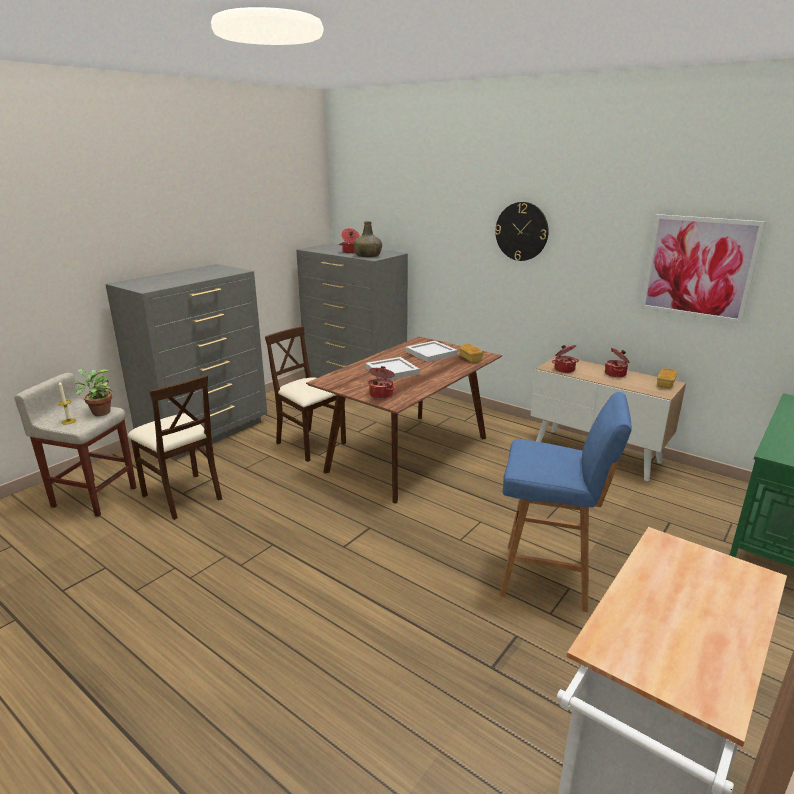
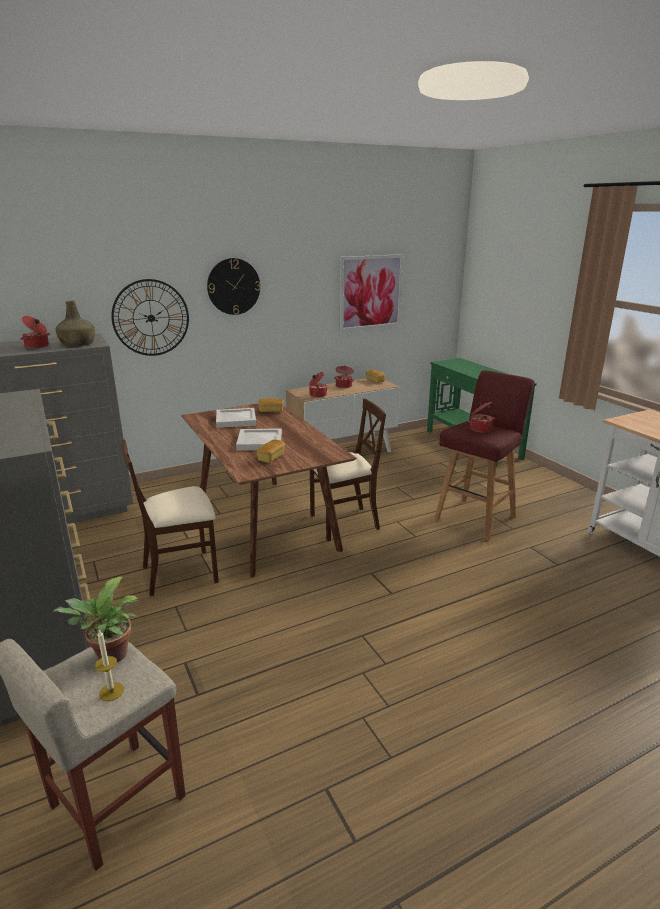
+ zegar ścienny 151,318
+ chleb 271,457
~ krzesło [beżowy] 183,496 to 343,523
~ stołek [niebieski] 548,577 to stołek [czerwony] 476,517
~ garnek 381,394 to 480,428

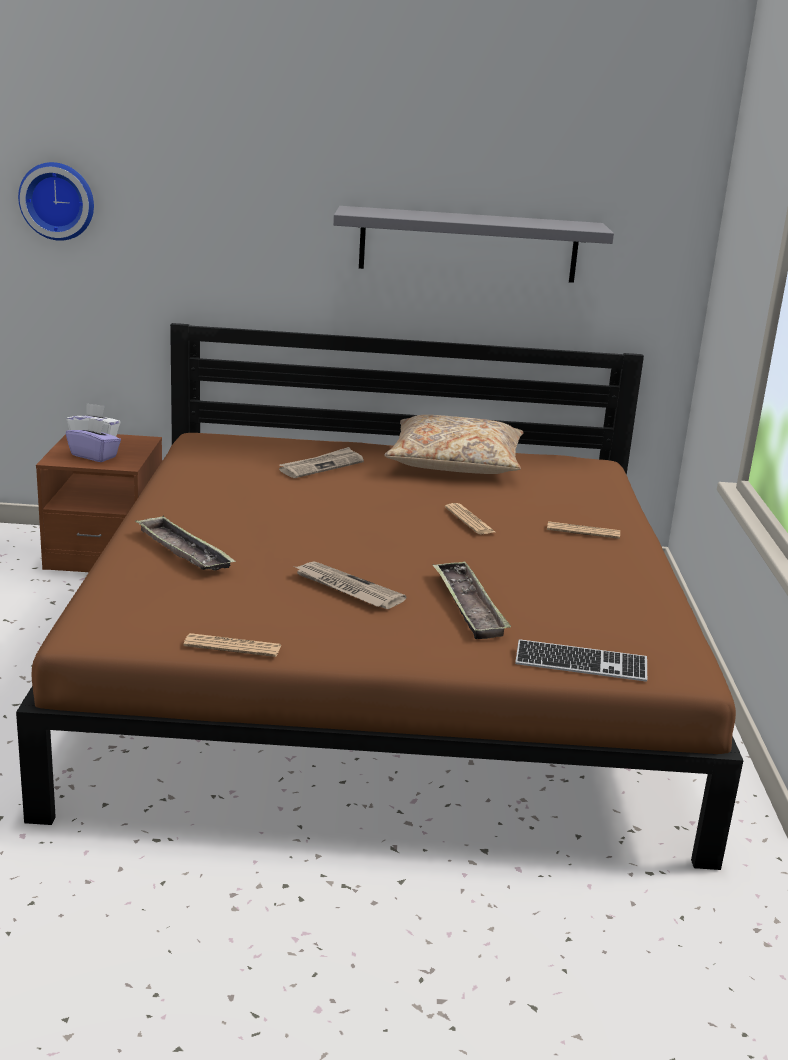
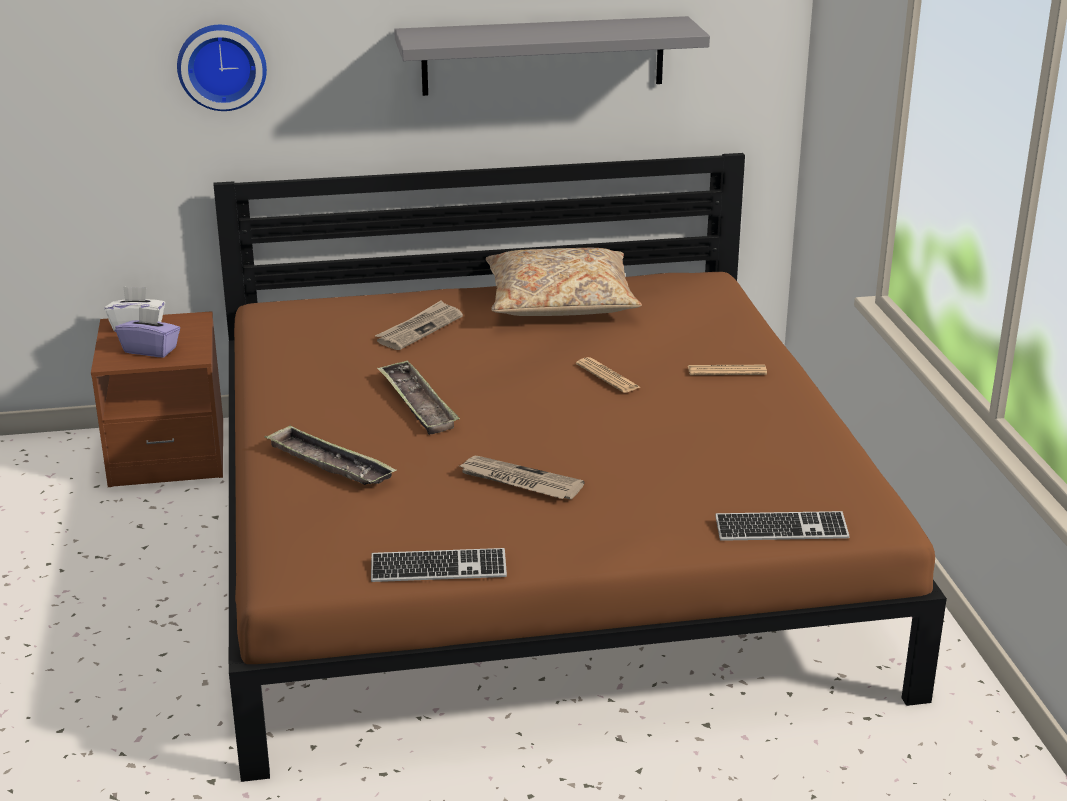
~ zegar ścienny 58,201 to 222,66
~ gazeta 232,646 to klawiatura 438,569
~ taca 468,606 to 417,403

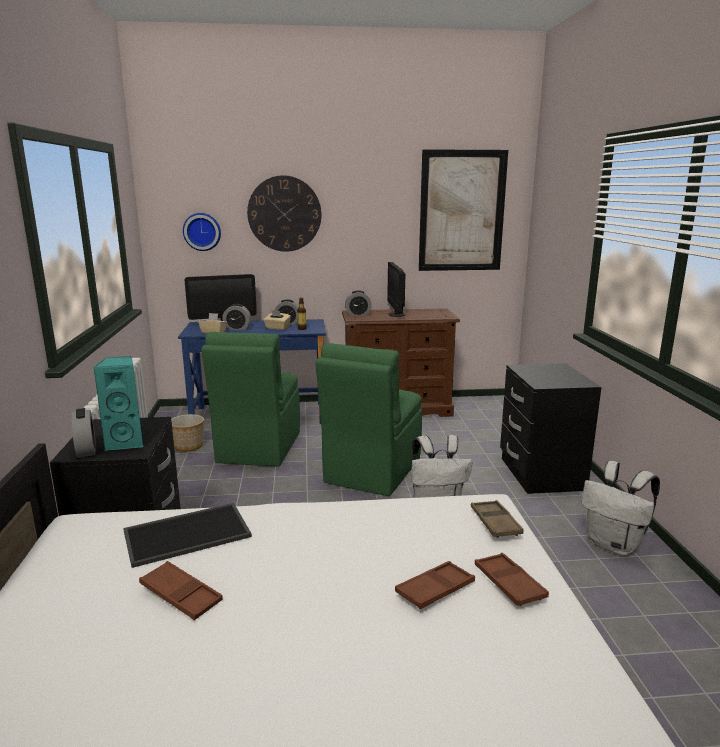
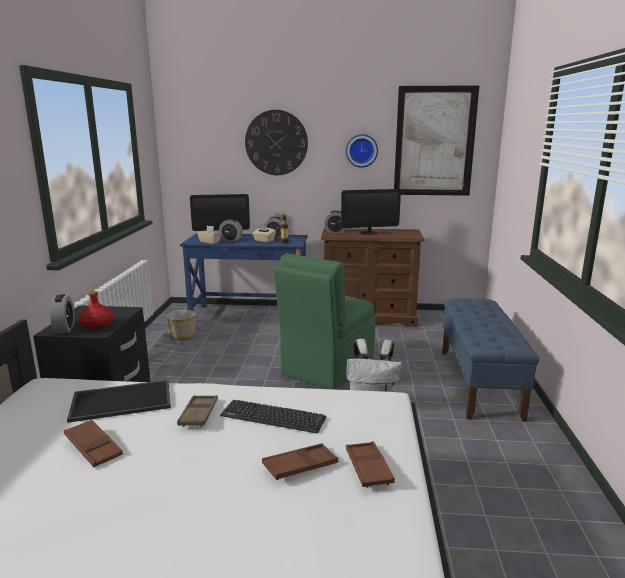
~ głośnik [turkusowy] 127,442 to butelka [czerwony] 97,325
~ taca [brązowy] 495,523 to 198,414
+ klawiatura 273,417
~ monitor 396,314 = 369,233 105 degrees counterclockwise
~ zegar ścienny 202,231 to 361,150
~ szafka nocna [czarny] 540,474 to ławka [niebieski] 479,383
- krzesło [zielony] 258,448
- plecak [biały] 614,545

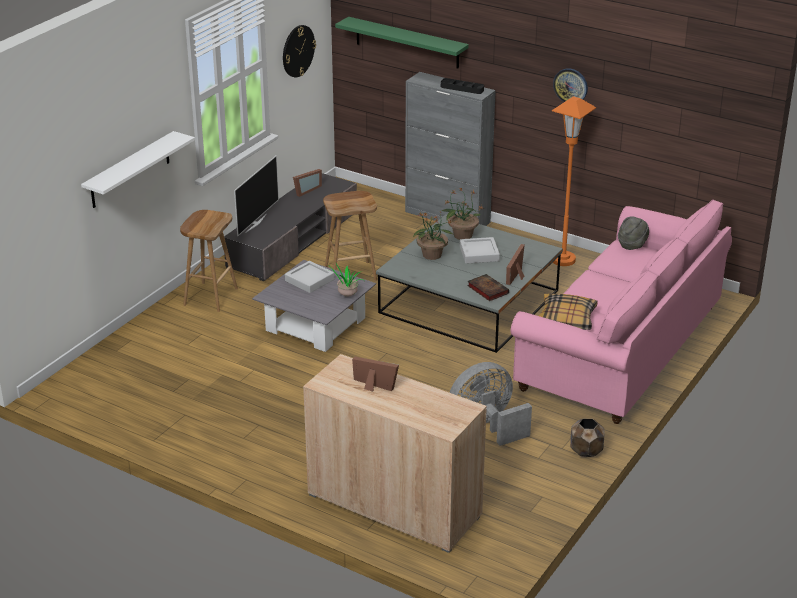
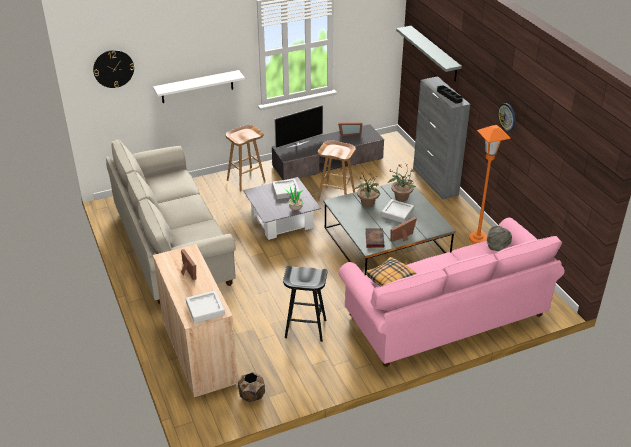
~ zegar ścienny 298,51 to 113,68
+ kanapa [beżowy] 173,246
+ taca [szary] 205,309
~ donica [brązowy] 585,452 to 251,396
~ wentylator [szary] 486,426 to stołek [czarny] 305,329
~ półka [zielony] 407,43 to półka [szary] 434,53

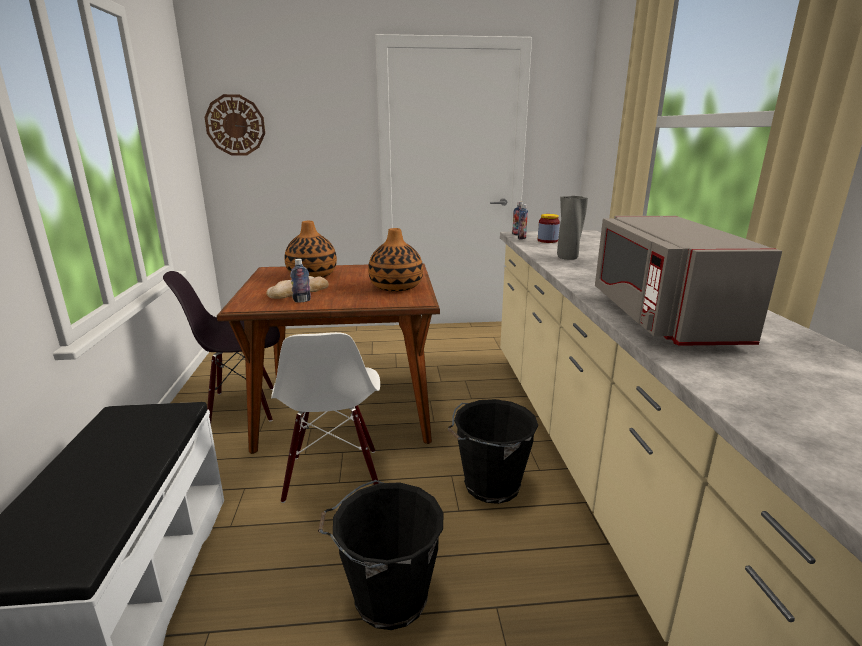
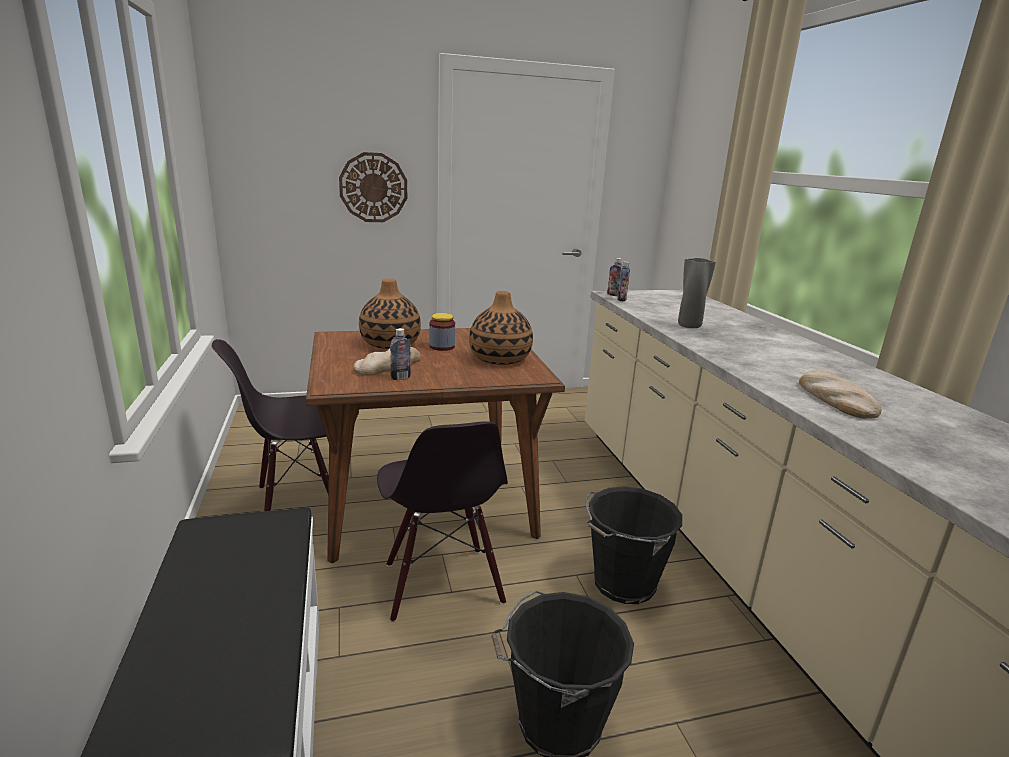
~ zegar ścienny 235,125 to 373,187
~ krzesło [biały] 333,475 to krzesło [czarny] 442,584
~ słoik 547,241 to 442,347
~ mikrofalówka [szary] 661,317 to chleb 834,399

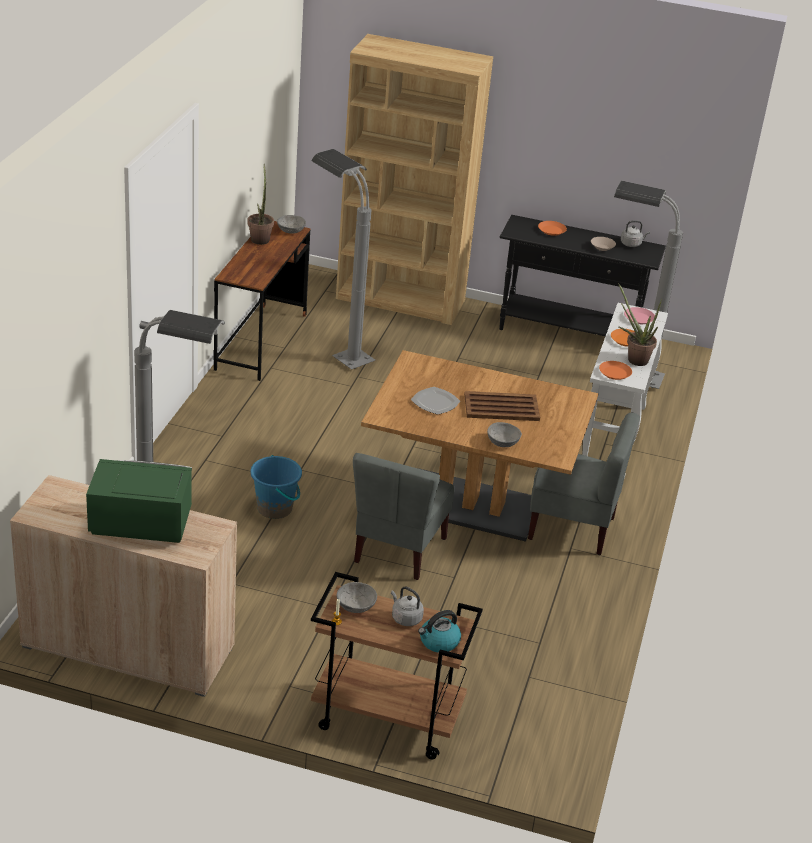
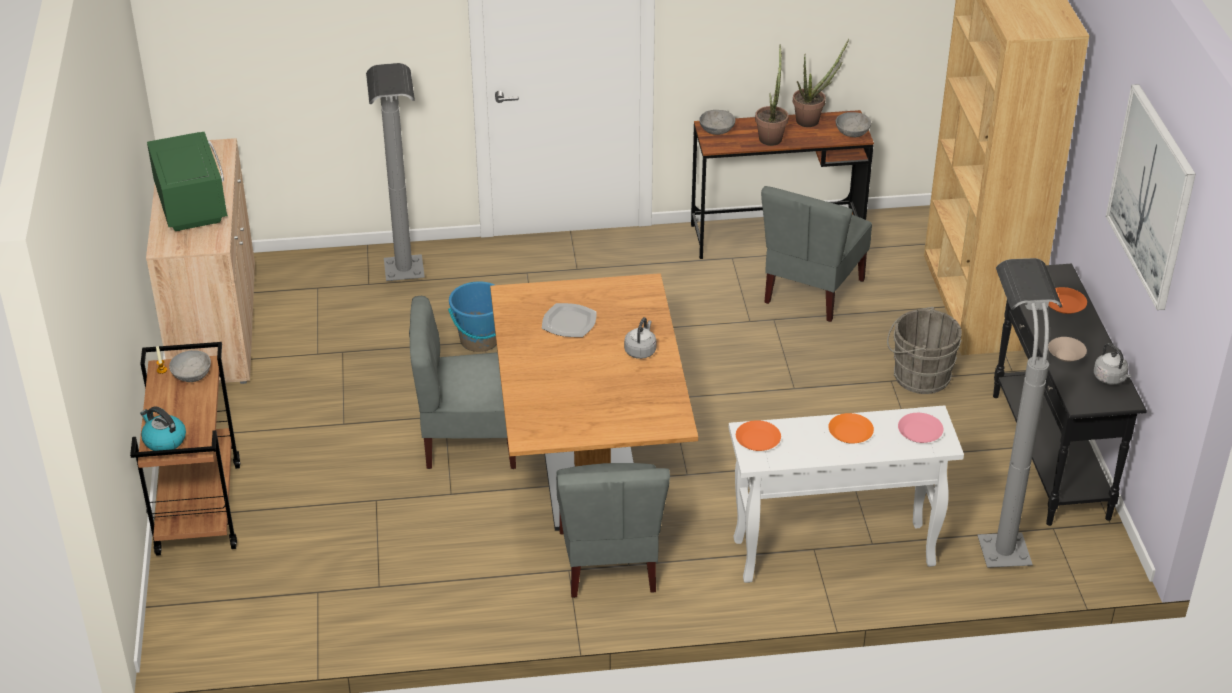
~ czajnik [szary] 405,618 to 641,350
~ miska [szary] 502,442 to 716,130
~ roślina doniczkowa 633,359 to 771,136
~ lampa stojąca [szary] 338,351 to krzesło [szary] 812,291
+ wiadro [szary] 918,376
+ obraz 1151,196
- taca [brązowy] 500,407

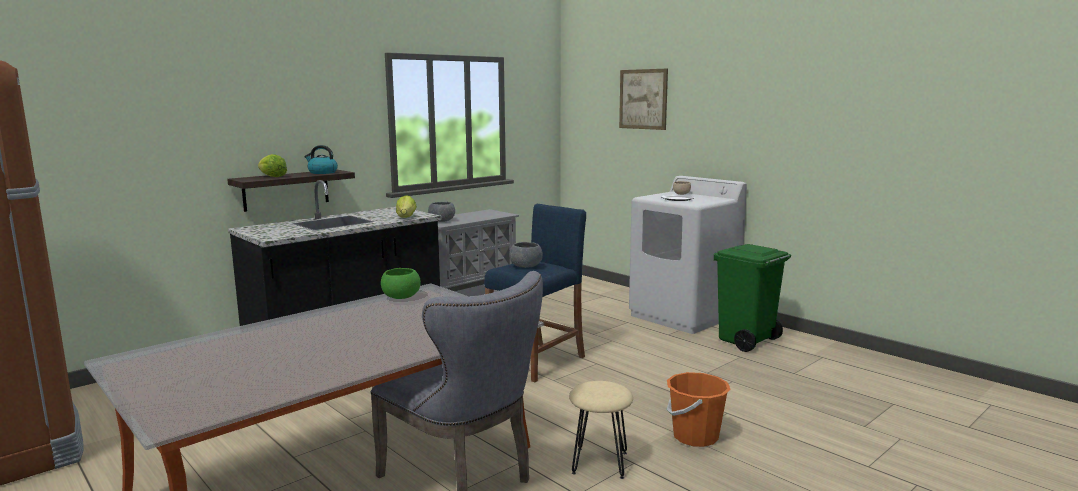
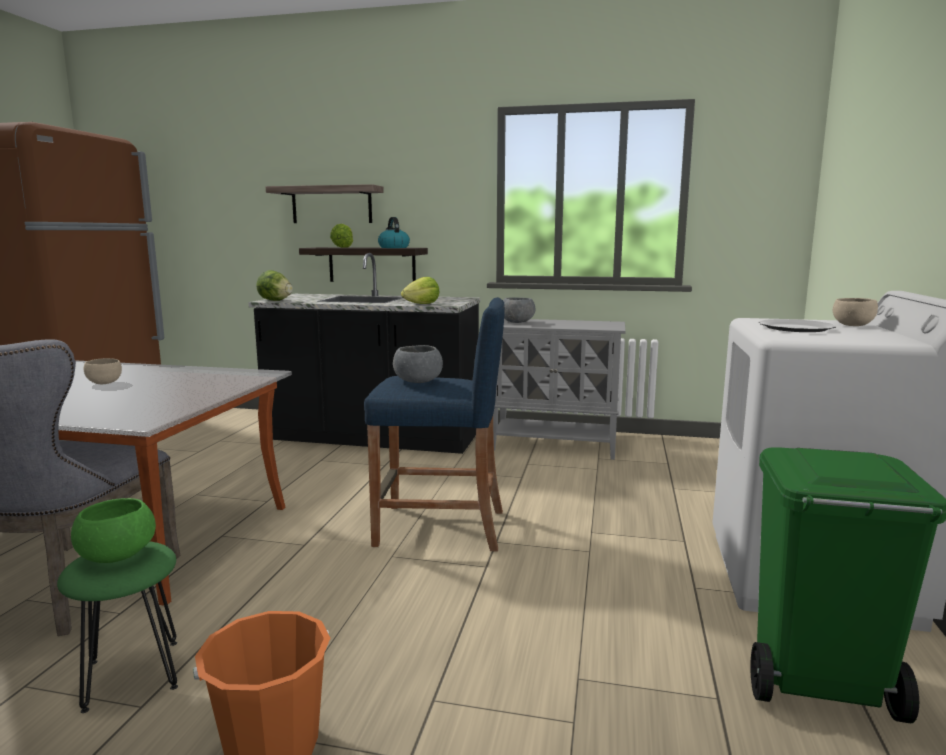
~ stołek [beżowy] 600,462 to stołek [zielony] 134,674
~ miska [zielony] 401,297 to 117,555
+ miska [beżowy] 106,383
+ sałata 275,300
+ półka 331,205
- obraz 643,99

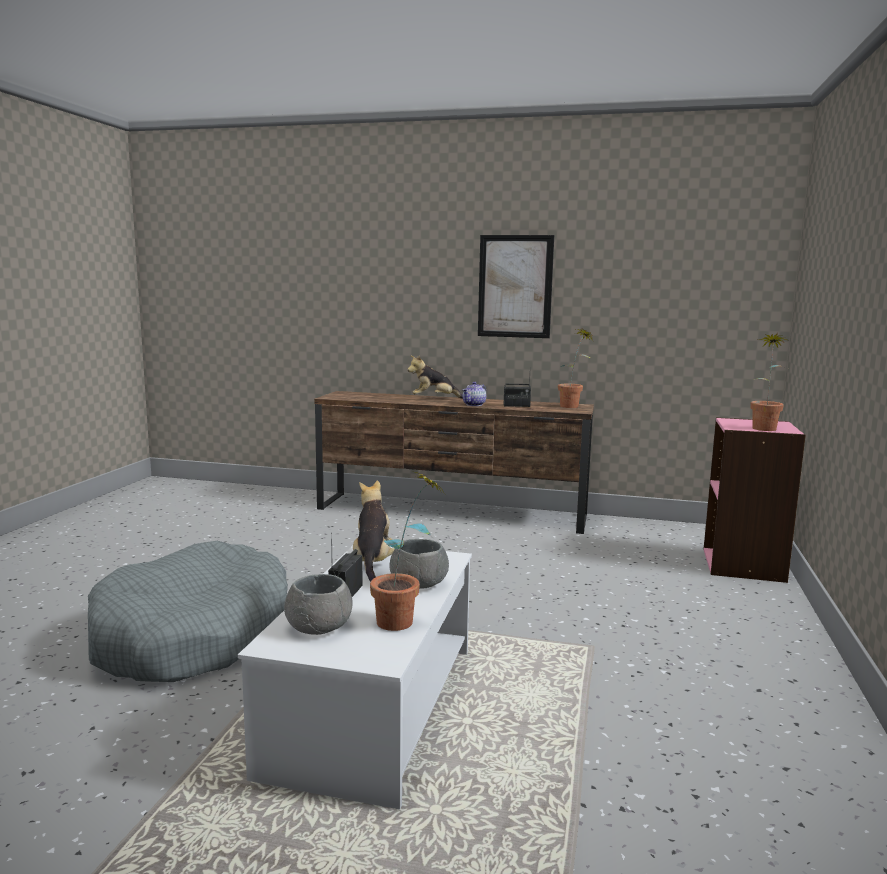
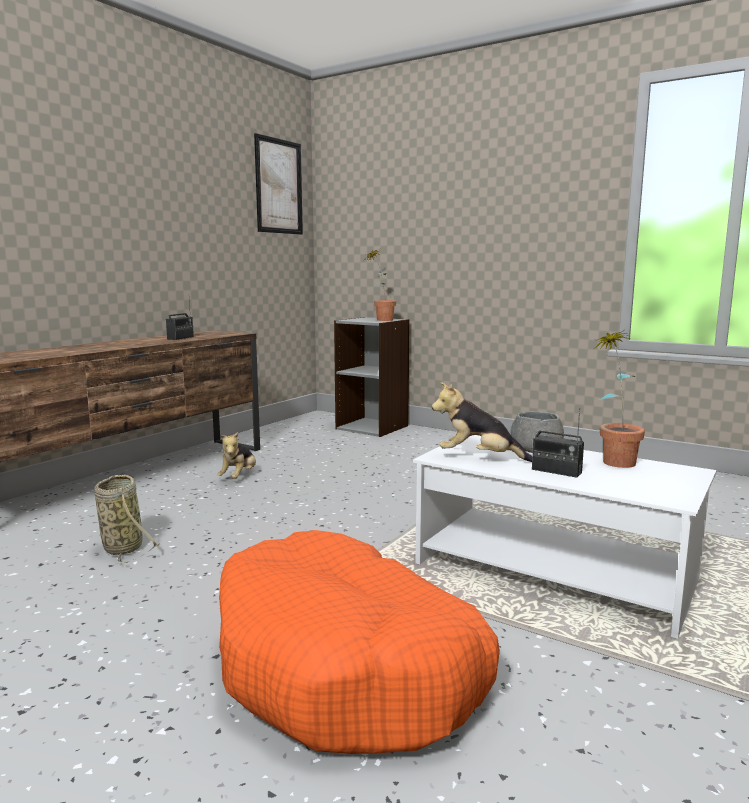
+ koszyk 122,547
~ pluszak 434,399 to 239,477
~ legowisko [szary] 192,636 to legowisko [pomarańczowy] 347,666
~ obraz 515,286 to 279,186
~ regał [różowy] 744,565 to regał [szary] 372,427
- miska [szary] 318,626
- imbryk 474,405
- roślina doniczkowa 573,406

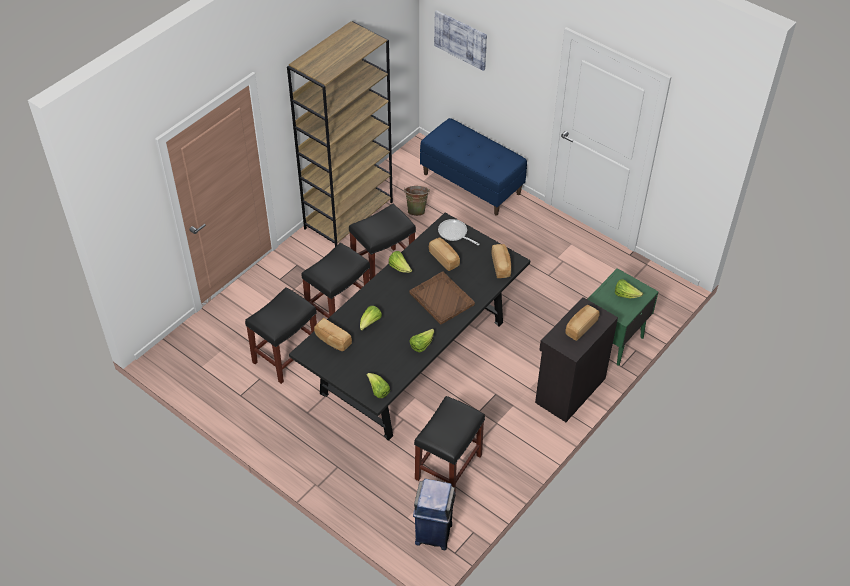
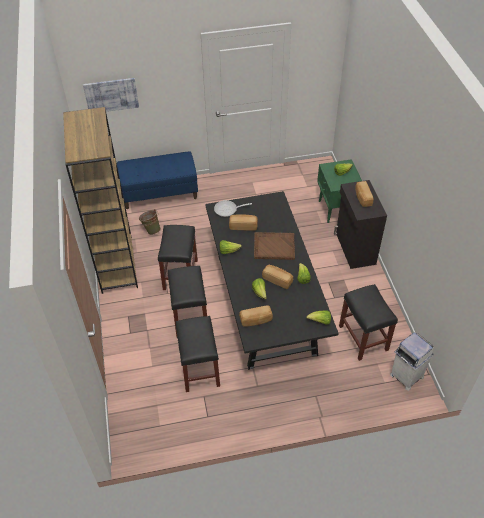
~ chleb 501,266 to 277,280
~ kosz na śmieci [niebieski] 433,533 to kosz na śmieci [biały] 406,375

